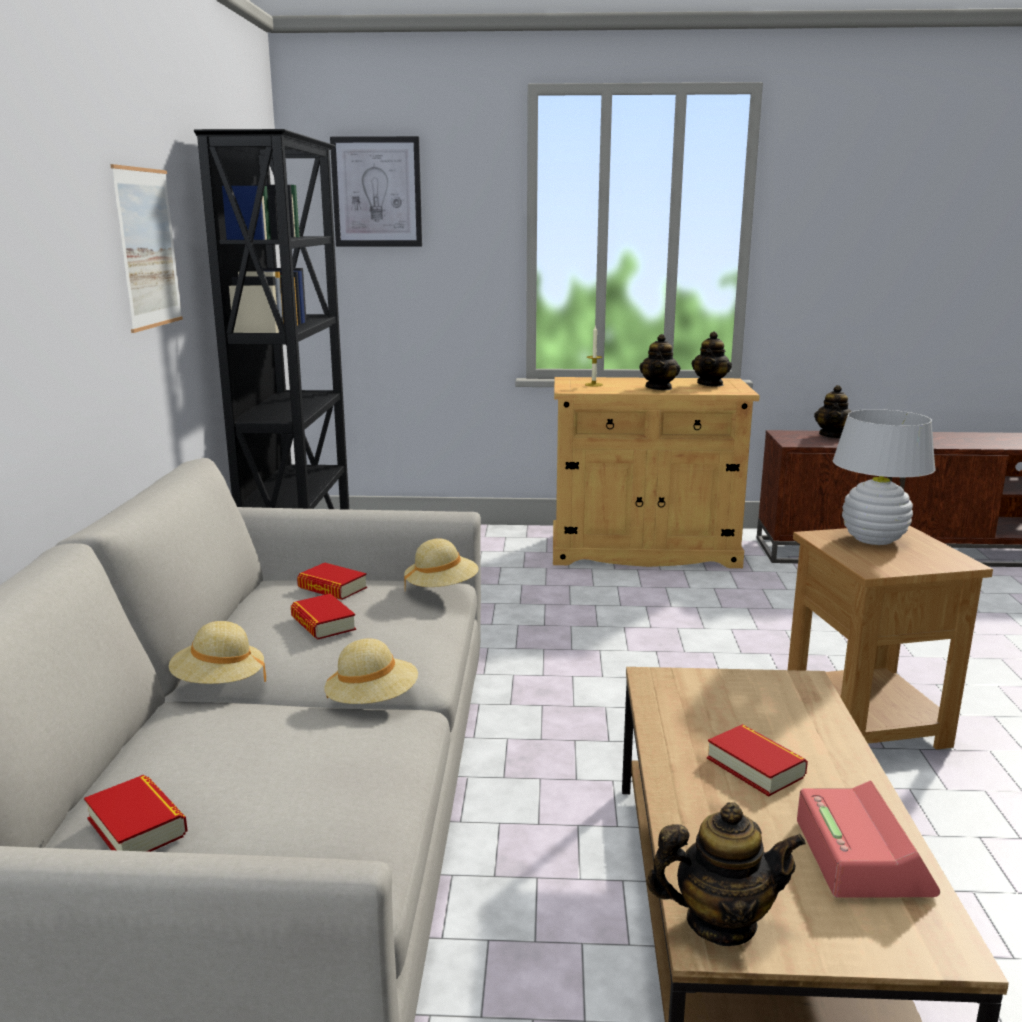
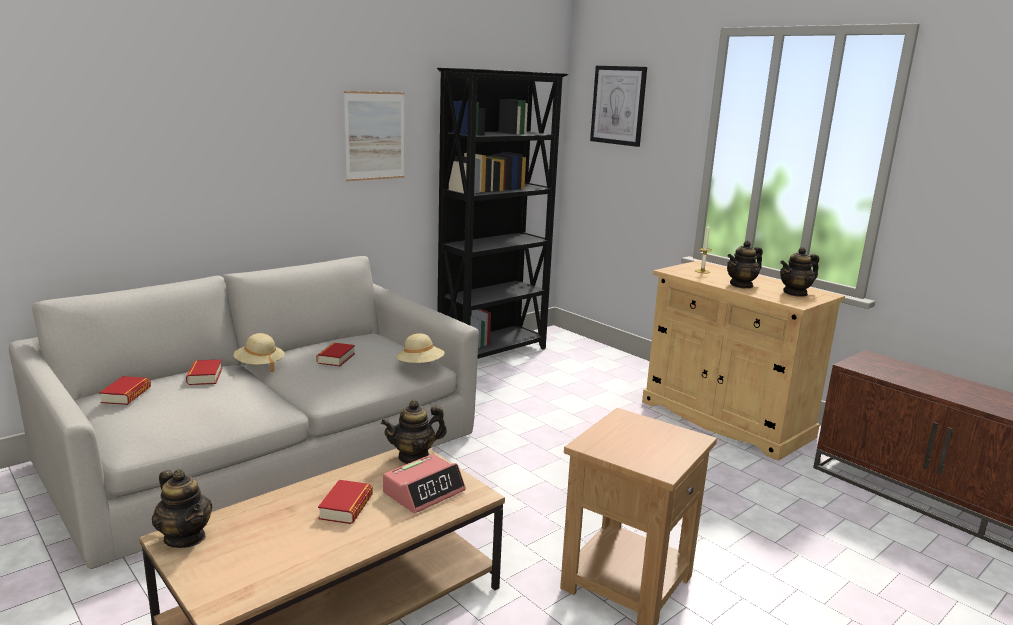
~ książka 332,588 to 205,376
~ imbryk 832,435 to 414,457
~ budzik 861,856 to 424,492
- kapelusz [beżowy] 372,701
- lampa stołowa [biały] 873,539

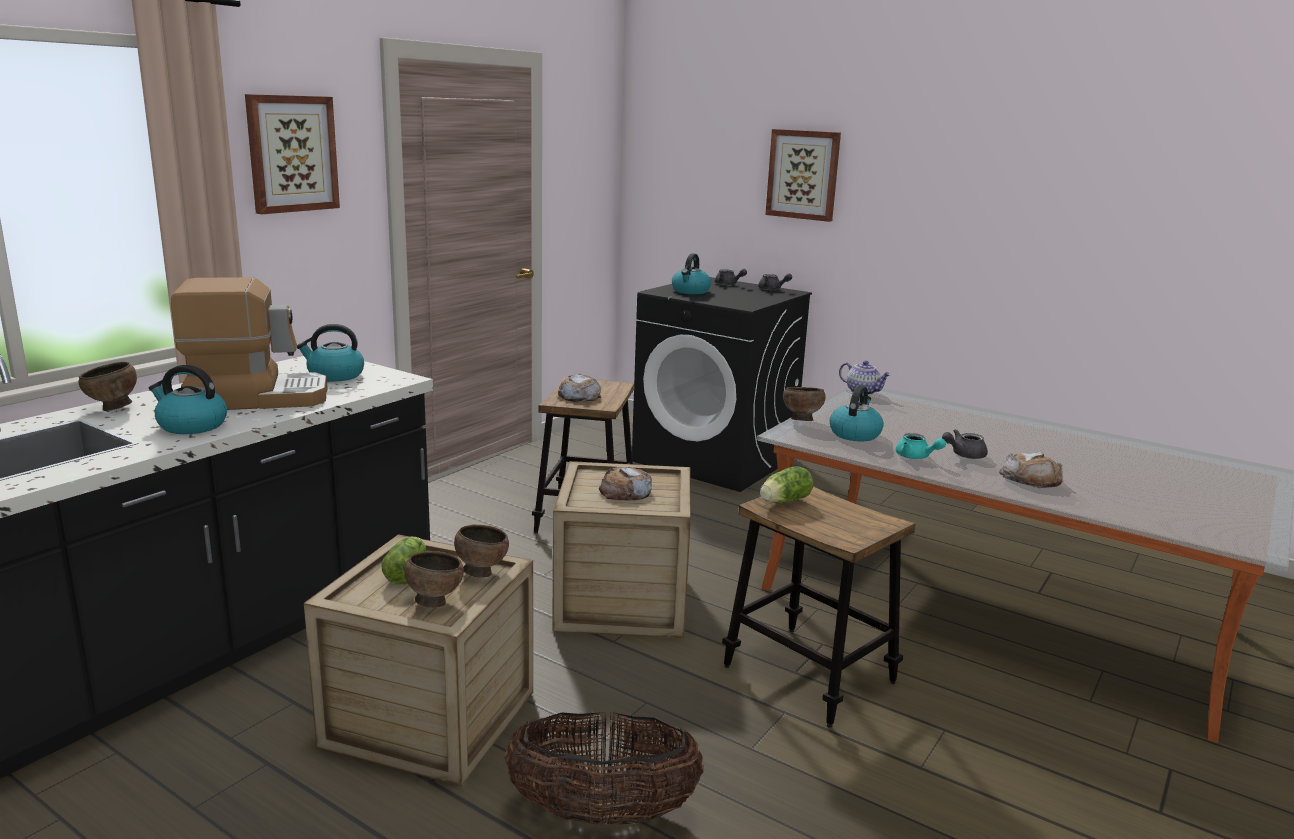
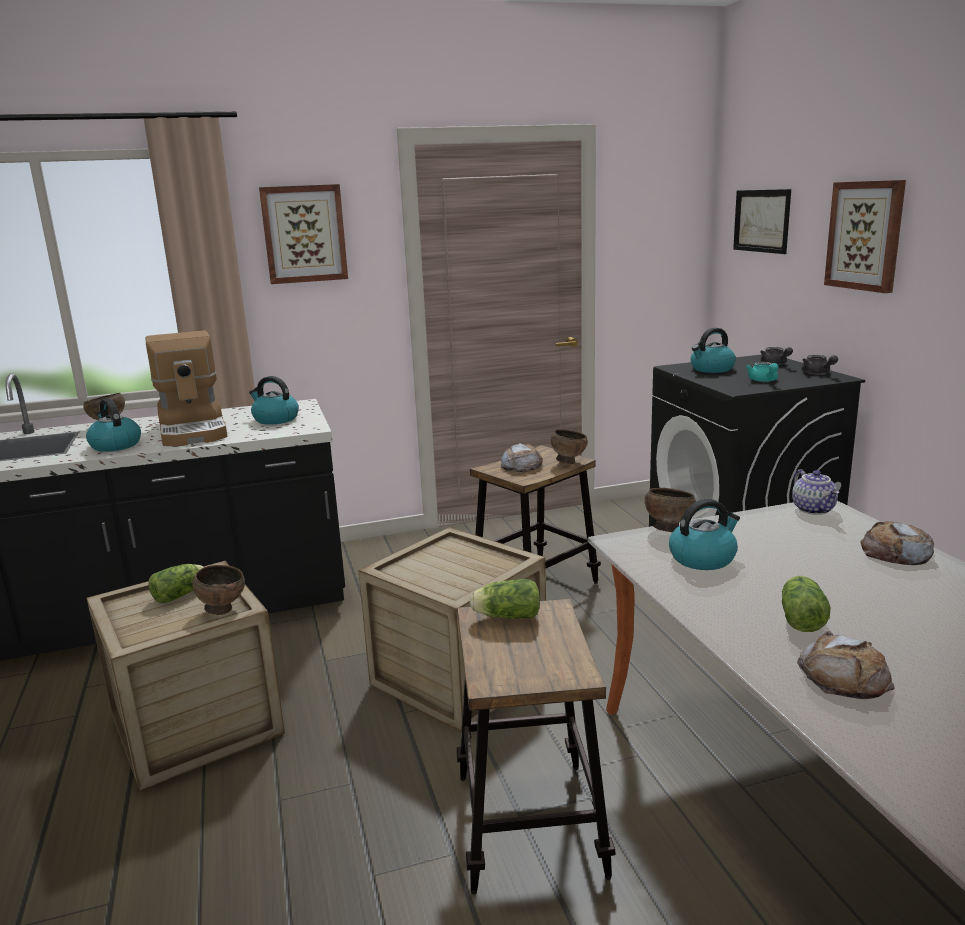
~ ekspres do kawy 257,397 = 194,430 45 degrees clockwise
~ miska [brązowy] 434,602 to 568,462
+ obraz 761,221
~ imbryk [turkusowy] 916,457 to 763,381
~ imbryk [szary] 963,455 to sałata 801,617
~ chleb 625,491 to 896,552
- koszyk 602,813

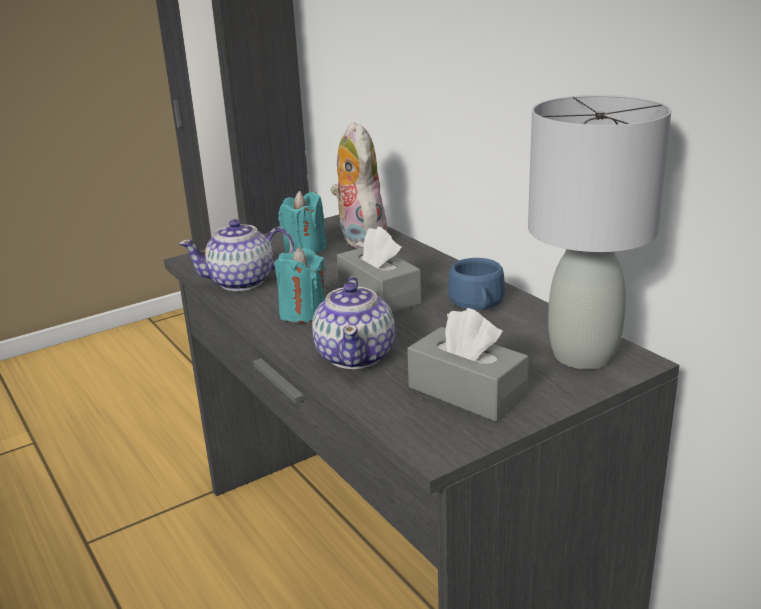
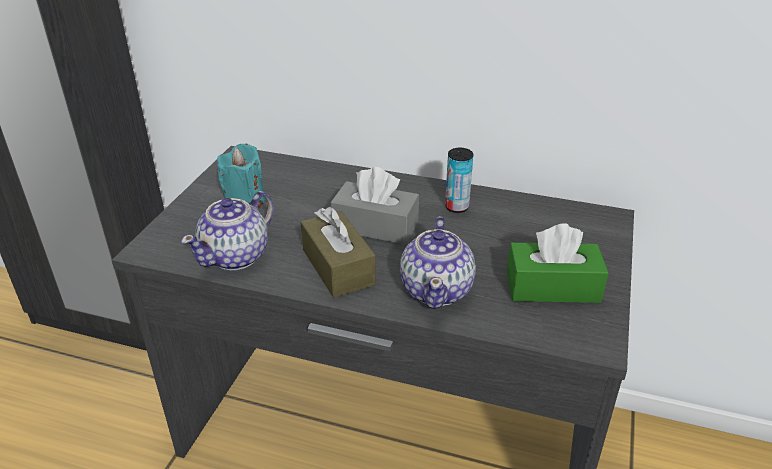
~ świeca [turkusowy] 303,313 to pudełko chusteczek [brązowy] 338,267
~ imbryk 356,355 = 437,290 45 degrees clockwise
~ filiżanka [niebieski] 477,303 to puszka 456,207
~ pudełko chusteczek [szary] 467,392 to pudełko chusteczek [zielony] 552,287
- pluszak 359,239
- lampa stołowa [szary] 582,356

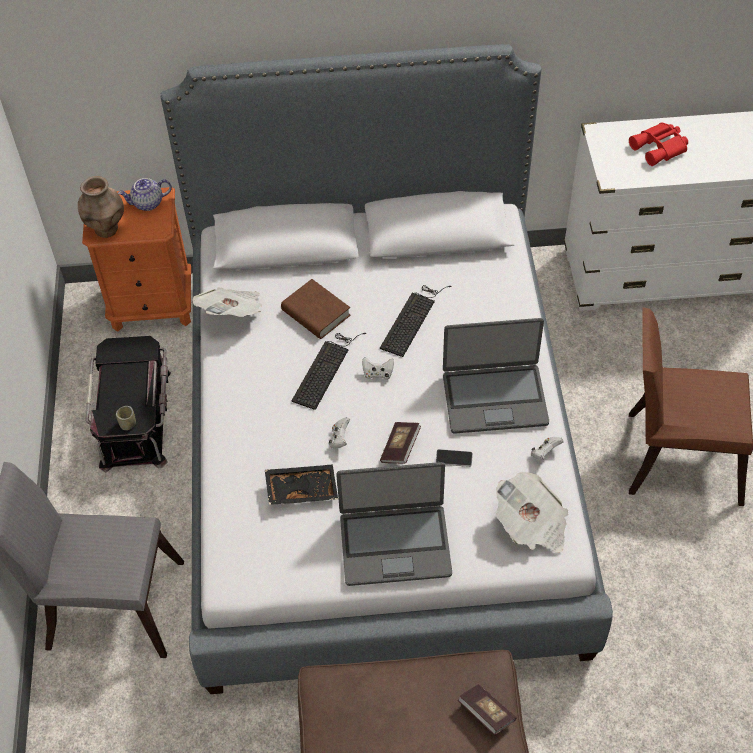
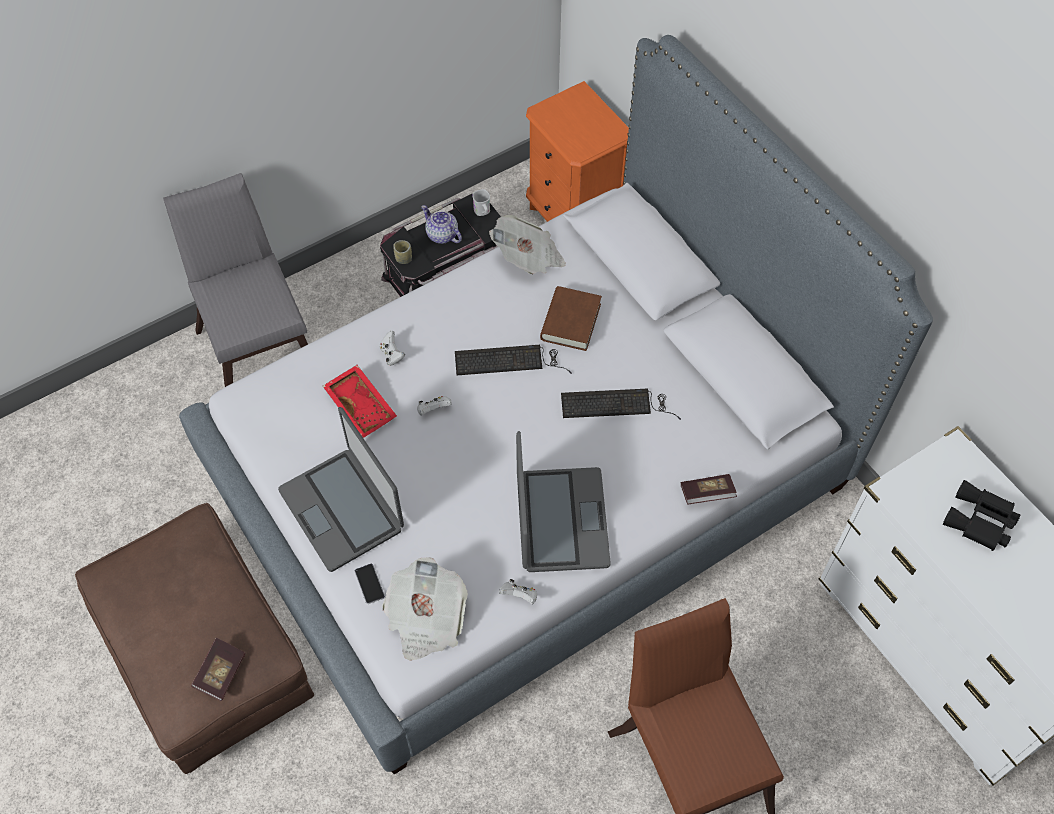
~ taca [czarny] 301,488 to taca [czerwony] 362,406
~ telefon 454,458 to 369,584
~ pad do gier [biały] 378,374 to 392,355
~ imbryk 147,203 to 441,235
+ kubek [biały] 482,212
~ laptop 494,398 = 560,520 150 degrees counterclockwise
~ książka 400,448 to 707,494
~ lornetka [czerwony] 660,148 to lornetka [czarny] 980,522
- wazon [brązowy] 106,229

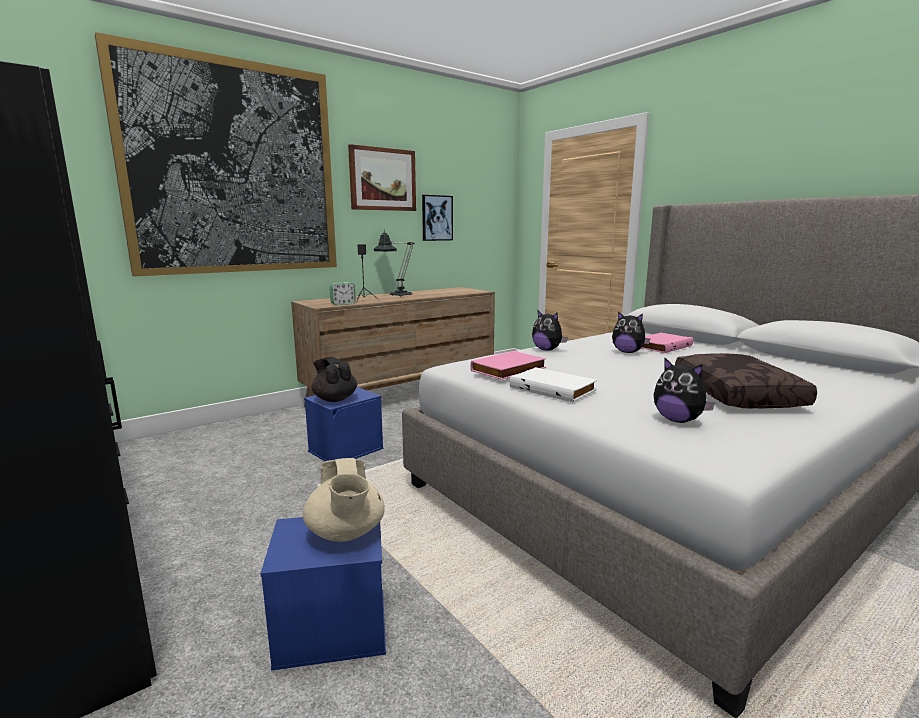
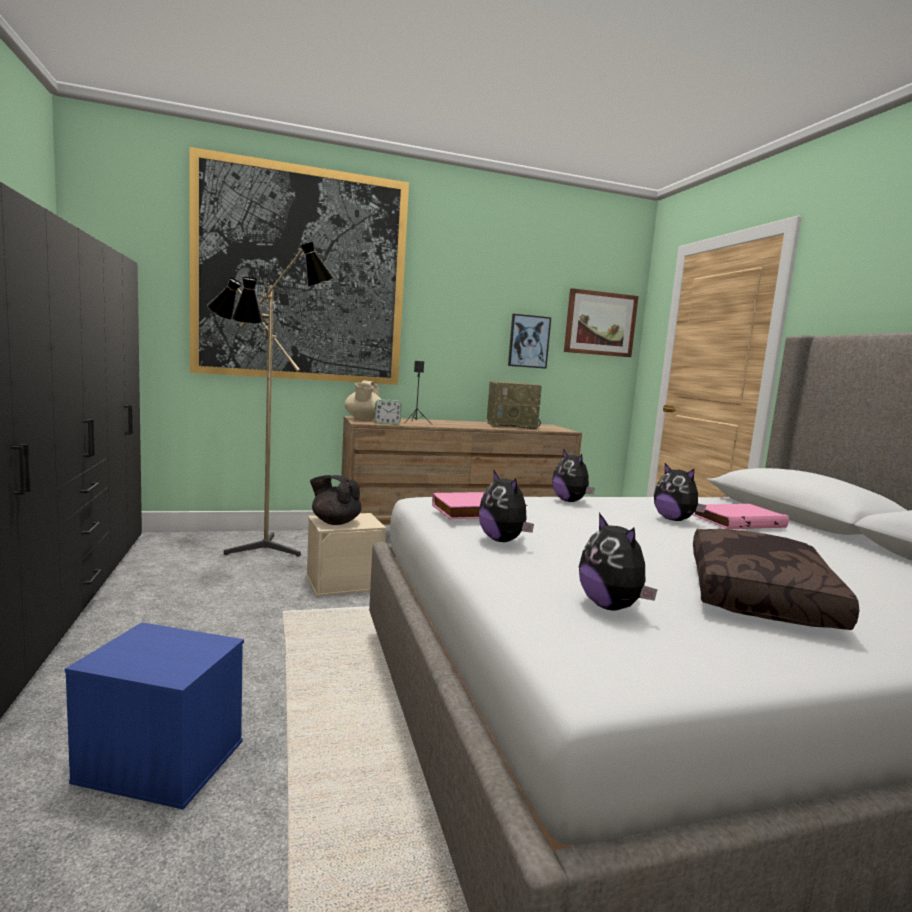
+ lampa stojąca 261,551
~ pojemnik do przechowywania [niebieski] 346,449 to pojemnik do przechowywania [beżowy] 344,582
~ imbryk [czarny] 334,399 = 335,522 45 degrees counterclockwise
~ imbryk [beżowy] 346,533 to 363,419
~ książka [biały] 554,388 to pluszak 503,540
+ radio 512,426
~ obraz 382,179 to 600,323
- lampa stołowa 397,295

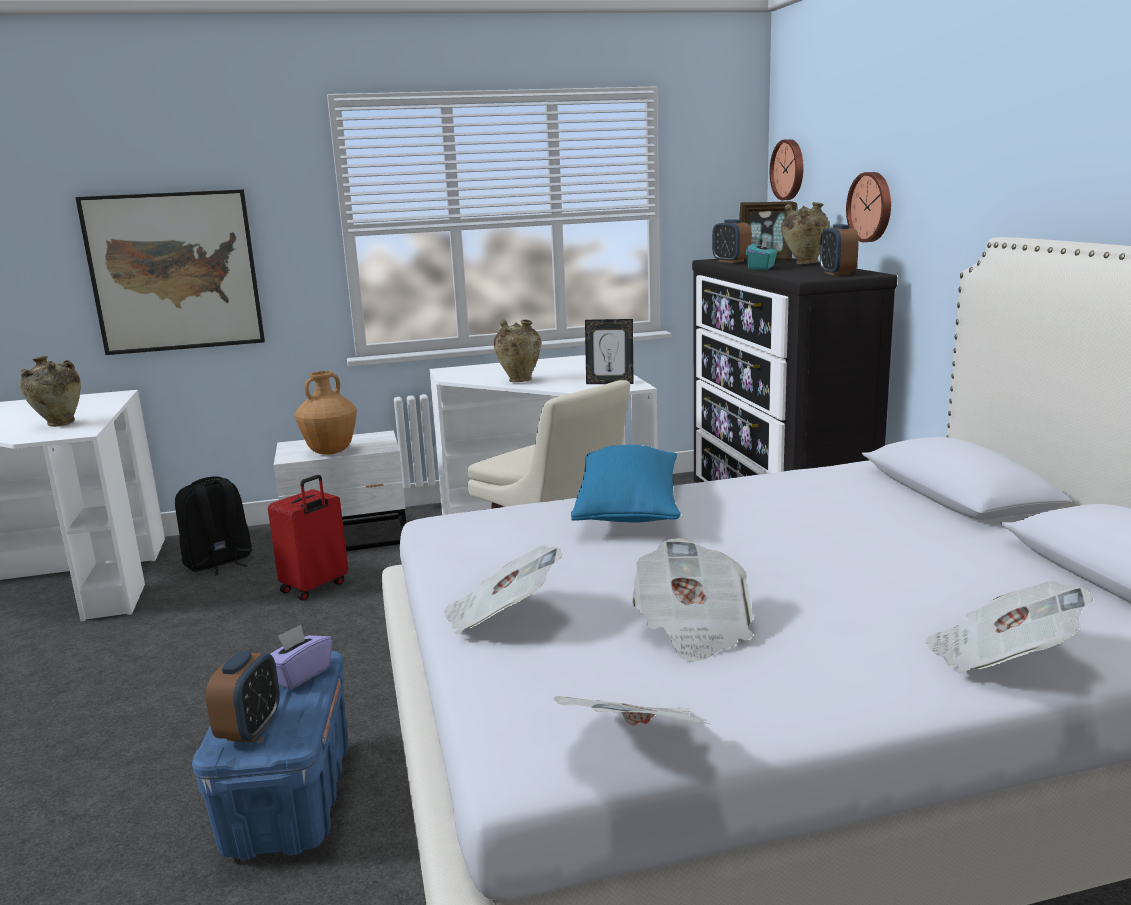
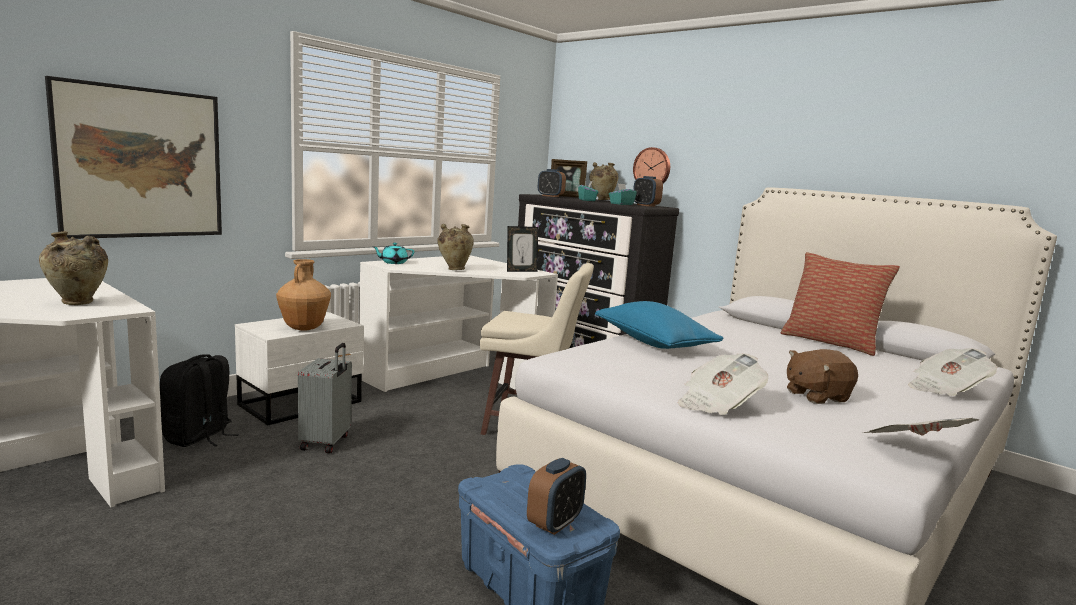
~ walizka [czerwony] 315,587 to walizka [szary] 326,442
+ imbryk [turkusowy] 393,263
~ budzik 250,729 = 555,523 60 degrees clockwise
+ pudełko chusteczek [turkusowy] 621,204
+ poduszka 830,342
~ gazeta 692,629 to pluszak [brązowy] 816,396
- pudełko chusteczek [fioletowy] 299,675
- zegar ścienny 789,170

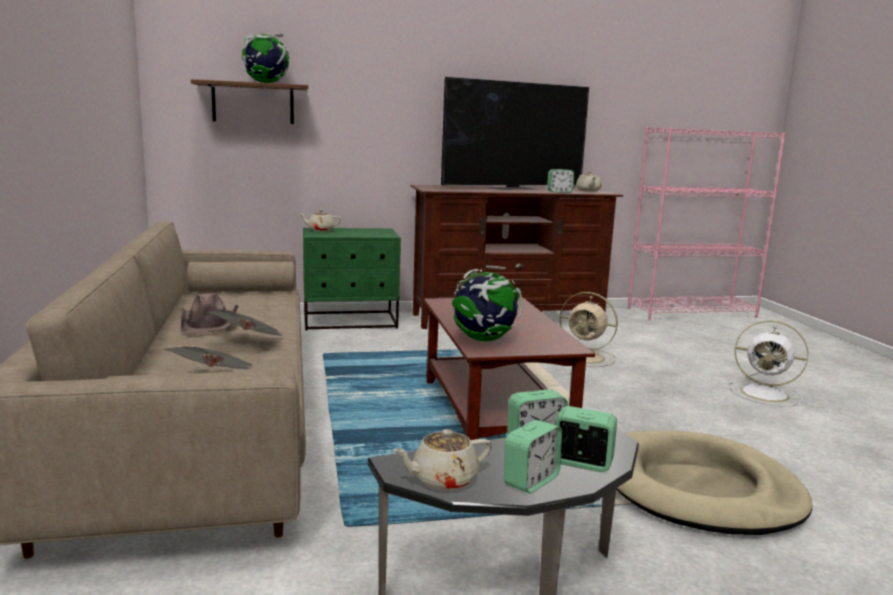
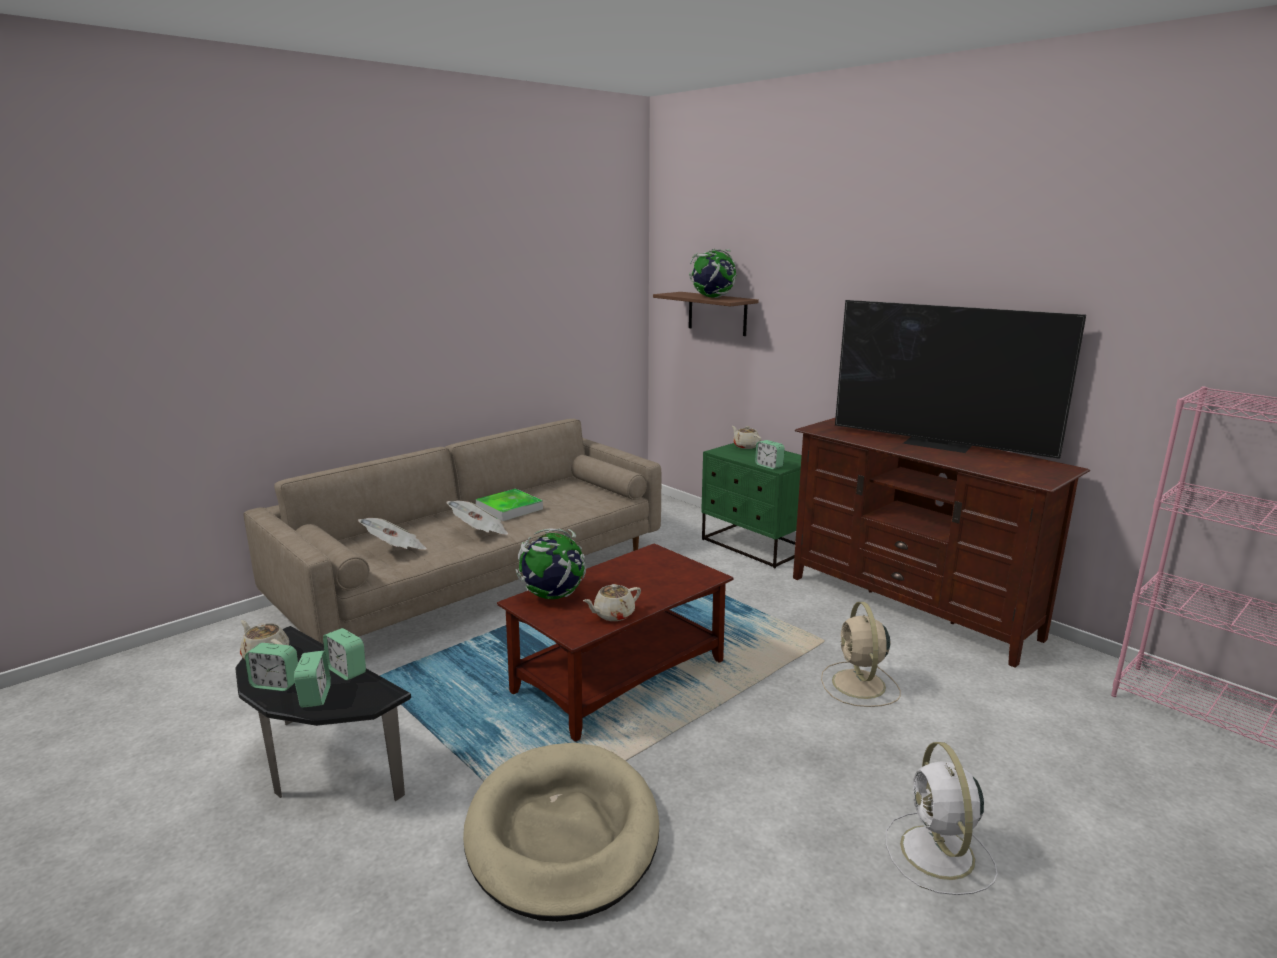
~ kapelusz [brązowy] 210,323 to taca 509,508
~ imbryk [beżowy] 588,191 to 613,615
~ budzik 559,192 to 769,466

